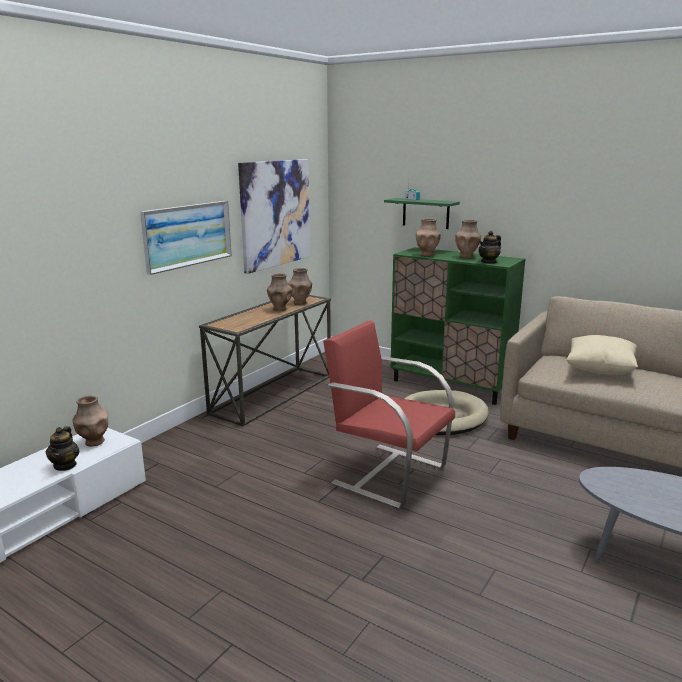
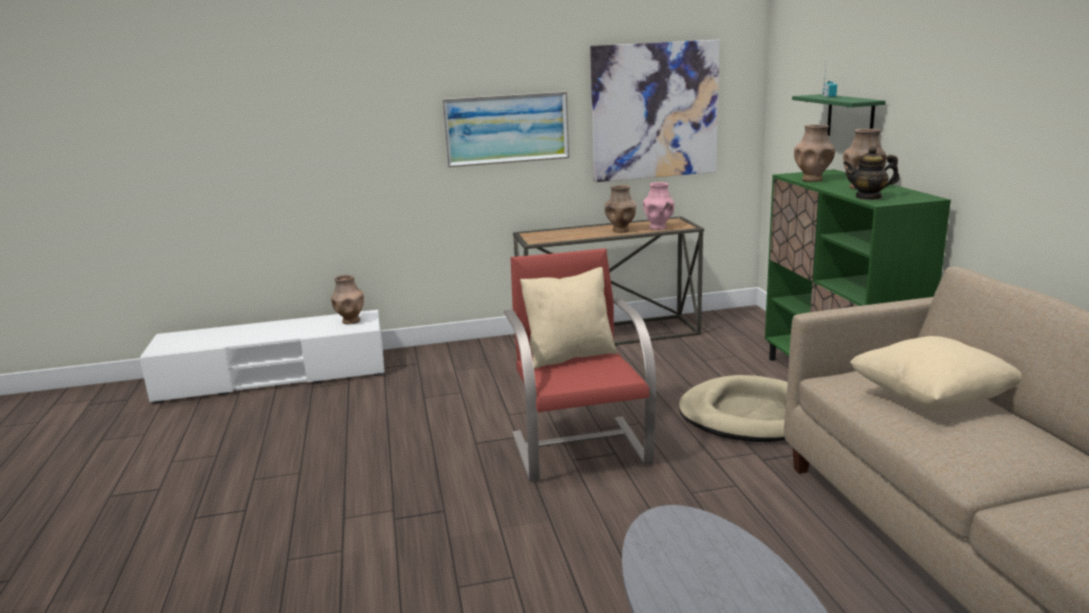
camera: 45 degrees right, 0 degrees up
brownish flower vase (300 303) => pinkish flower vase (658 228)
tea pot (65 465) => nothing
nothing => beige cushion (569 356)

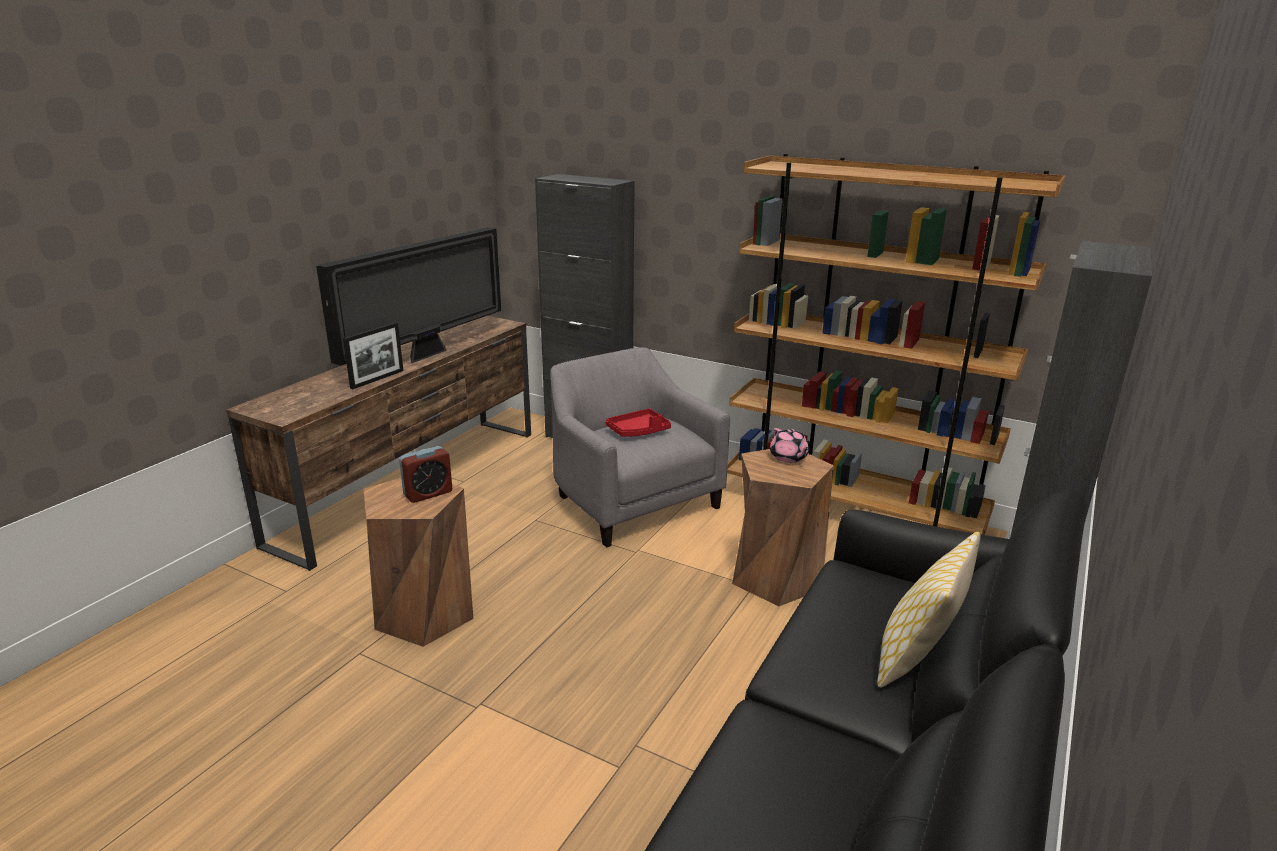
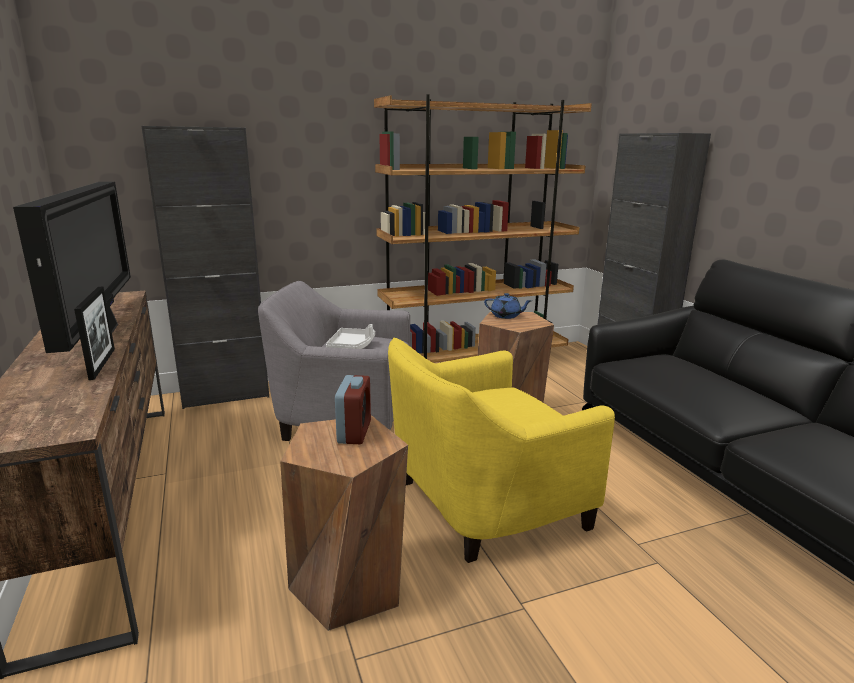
camera: 50 degrees left, 5 degrees down
red tray (638 431) => whitish tray (351 346)
pinkish tea pot (788 457) => bluish tea pot (506 316)
cushion (917 658) => nothing
nothing => yellowish easy chair (483 502)

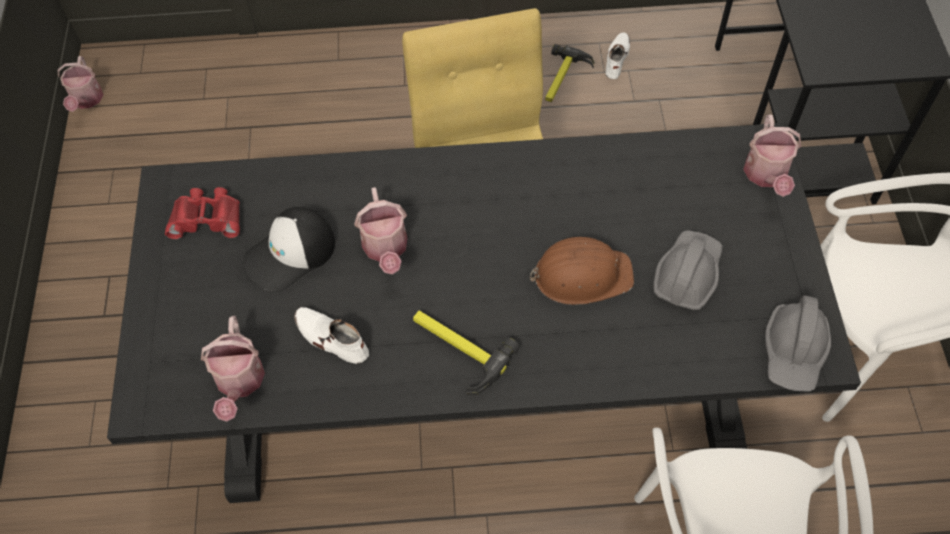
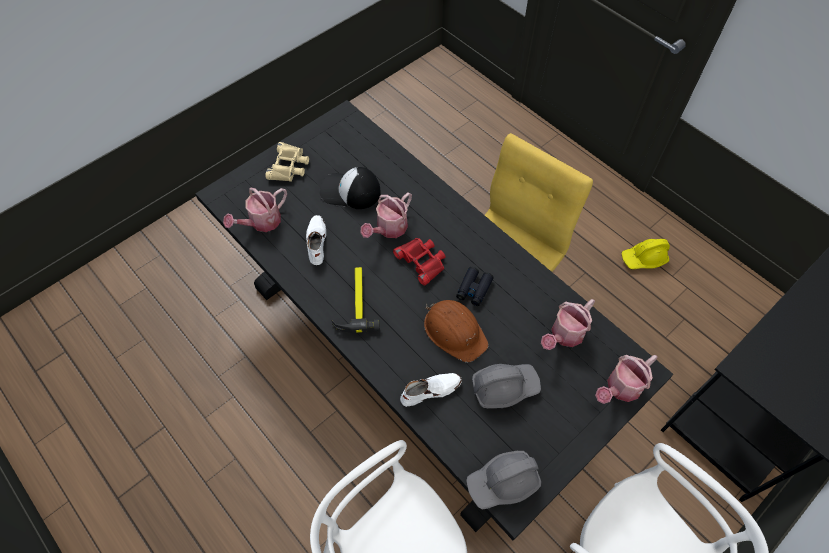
camera: 50 degrees right, 0 degrees up
whitish low shoe (616 58) => whitish low shoe (430 390), move
hand hammer (563 79) => yellowish work helmet (644 258)
watering pot (86 100) => watering pot (564 335), move
red field glasses (207 217) => red field glasses (422 261), move
nothing => beige field glasses (289 166)
nothing => blackish field glasses (474 289)

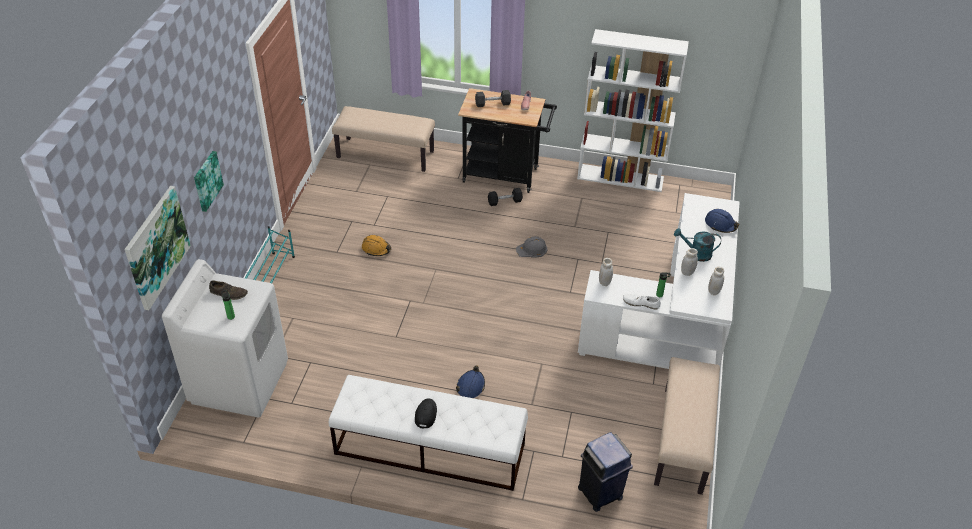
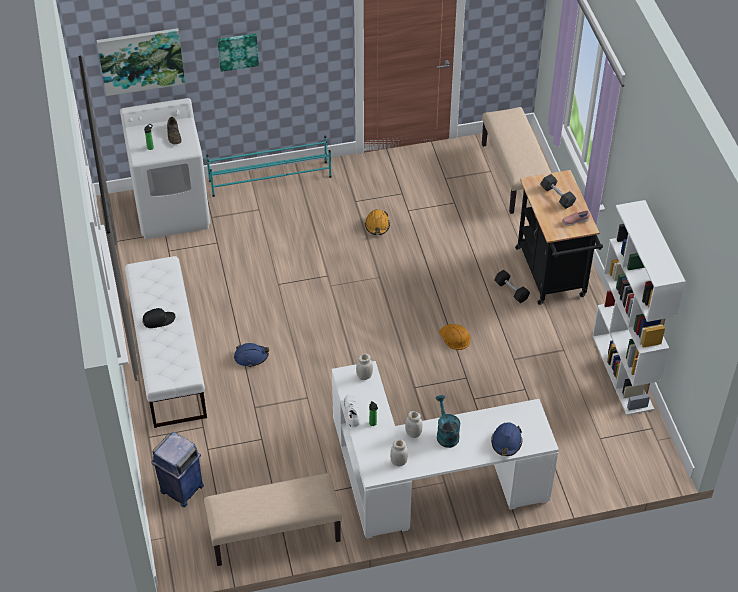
camera: 65 degrees right, 5 degrees up
grey work helmet (532 249) => orange-coloured work helmet (455 337)

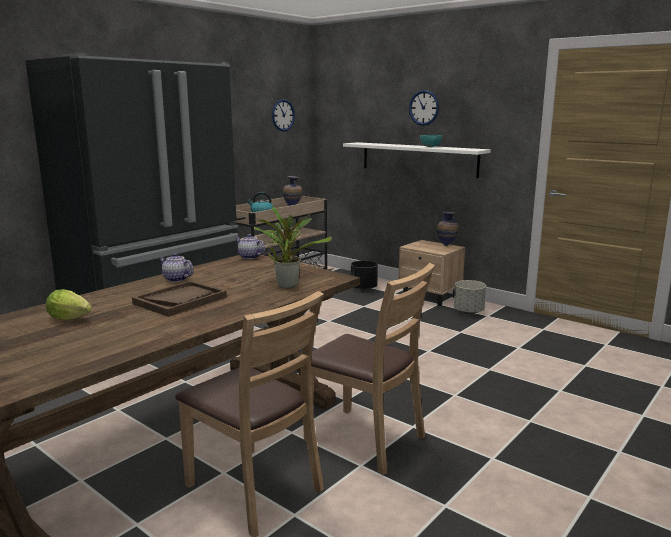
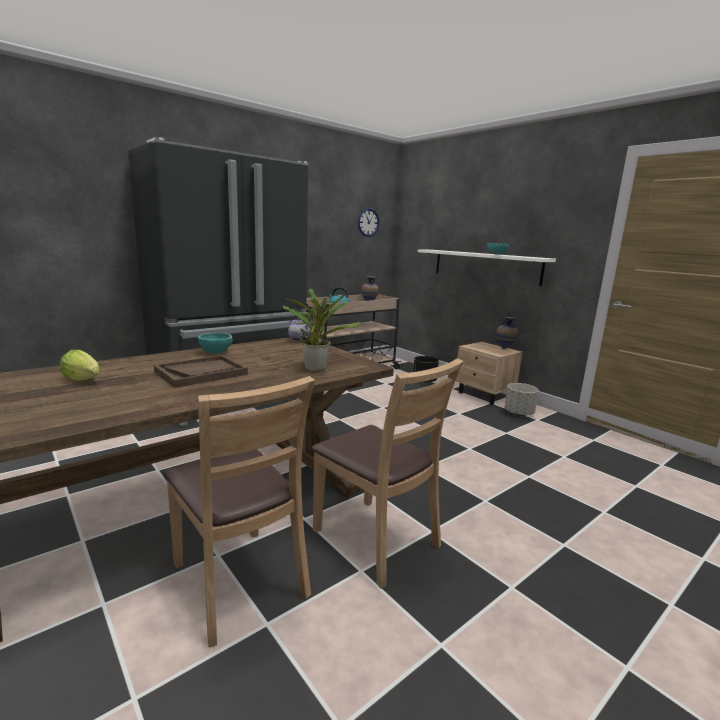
camera: 10 degrees right, 0 degrees up
clock on the wall (424 107) => nothing
tea pot (176 279) => blue-green deep dish (215 353)

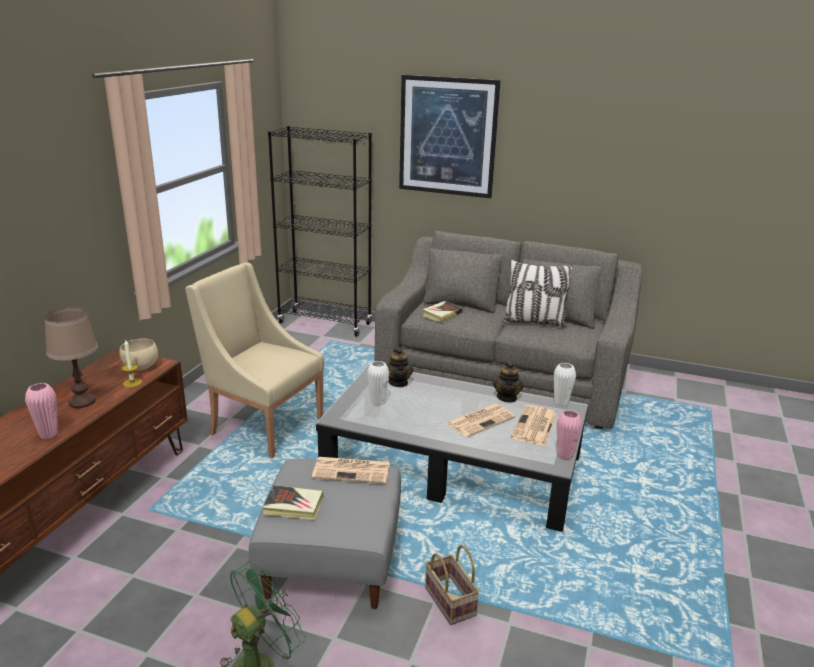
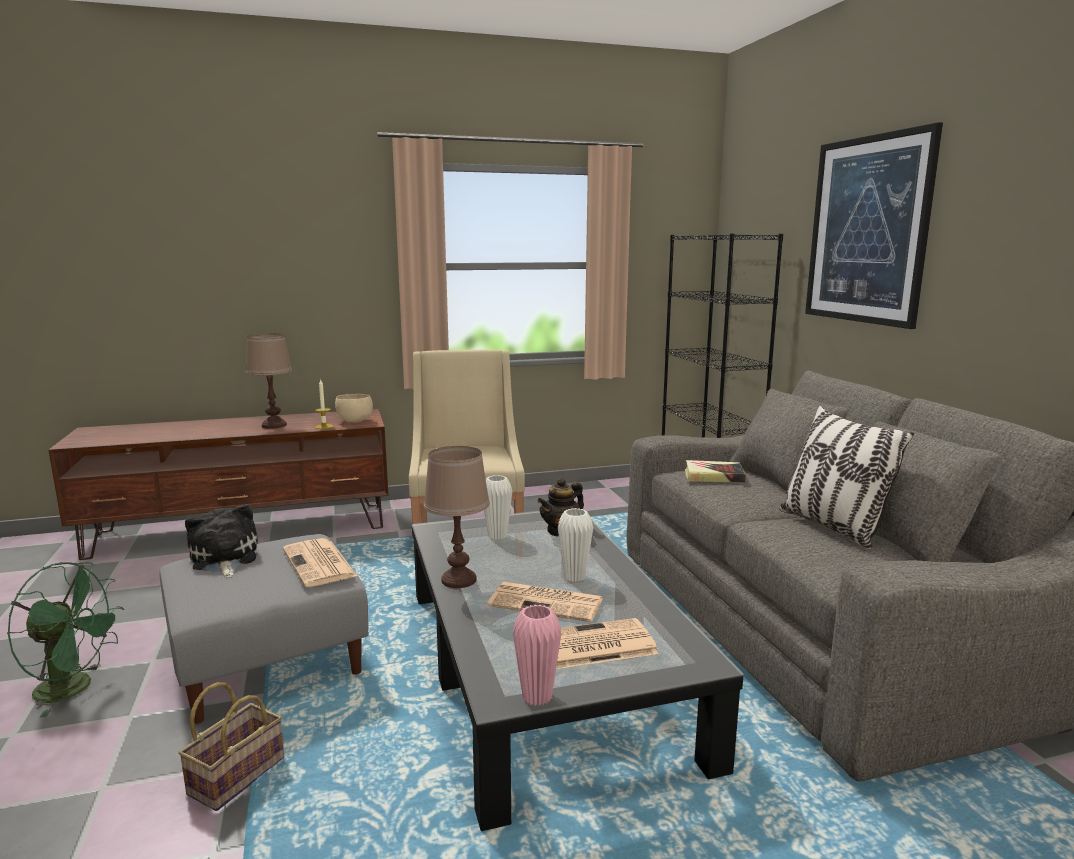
camera: 55 degrees right, 10 degrees down
tea pot (507 397) => nothing
whitish flower vase (560 404) => whitish flower vase (574 577), move
pinkish flower vase (48 434) => nothing
bound book (293 506) => plush toy (224 559)
nothing => brownish table lamp (459 580)

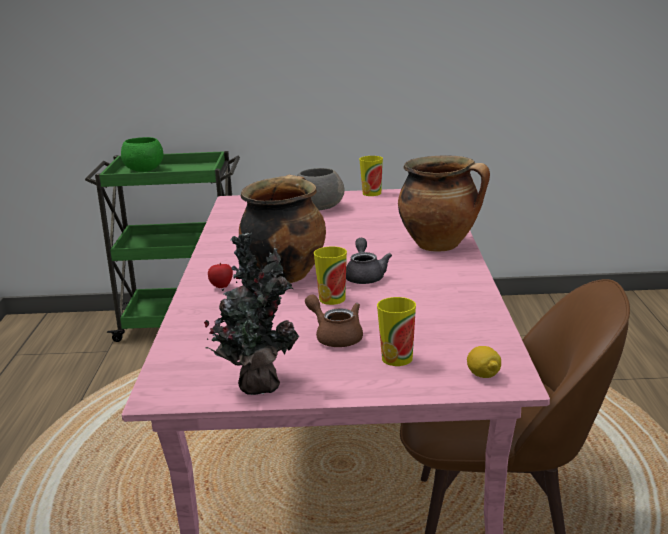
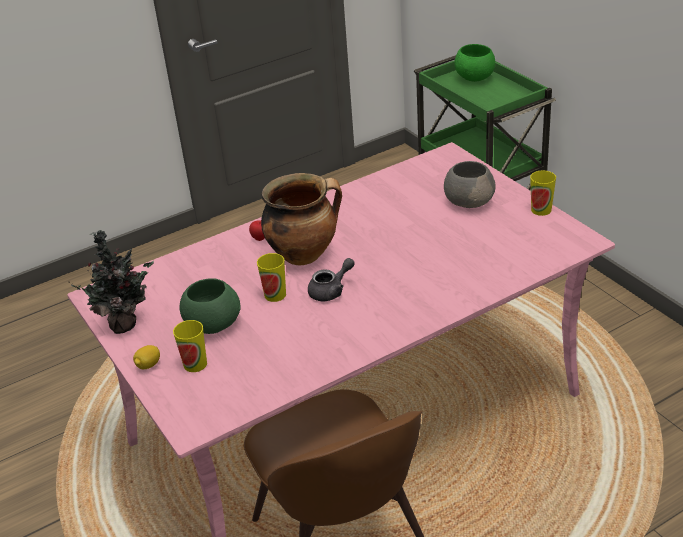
camera: 60 degrees right, 15 degrees up
saucepot (441 245) => nothing
brownish tea pot (335 337) => greenish deep dish (212 324)
citrus fruit (483 375) => citrus fruit (148 365), move

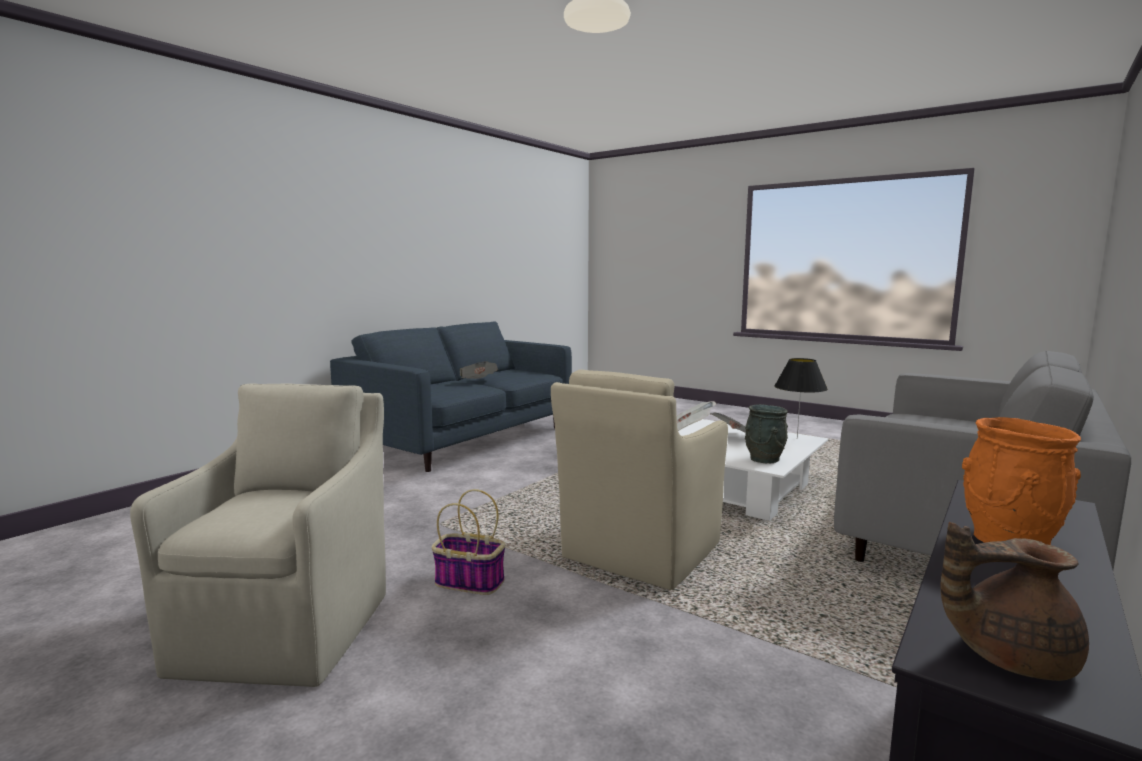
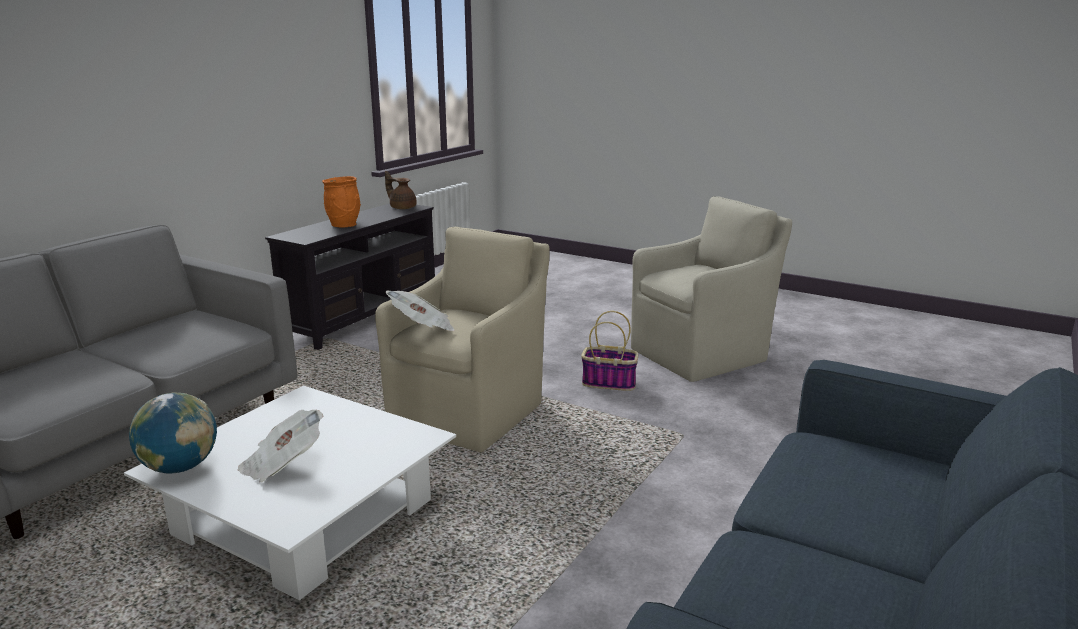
camera: 175 degrees right, 10 degrees up
blackish table lamp (796 438) => globe (180 468)
printed paper (478 381) => nothing
beige easy chair (289 628) => beige easy chair (702 354), 120 degrees counterclockwise
grey flower vase (764 459) => nothing
brownish tea pot (1008 656) => brownish tea pot (402 207), 150 degrees counterclockwise

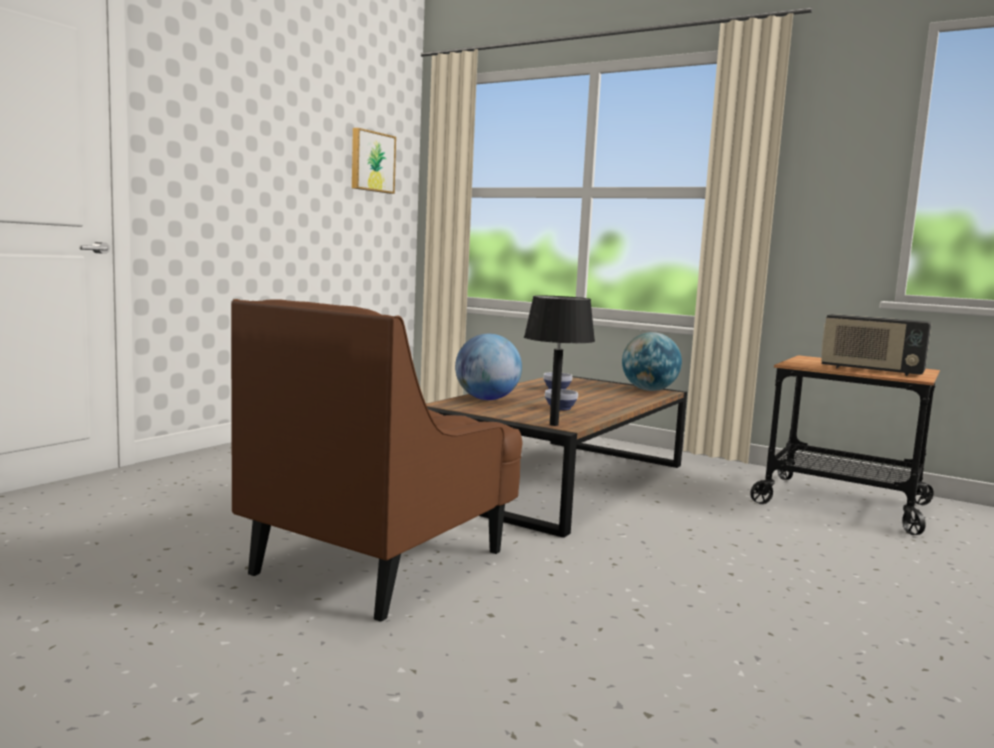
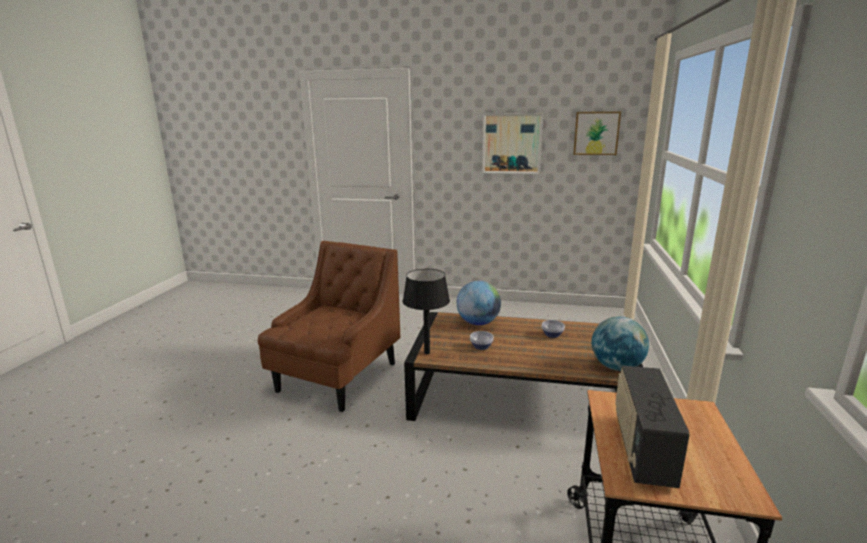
camera: 70 degrees right, 10 degrees up
brownish easy chair (382 561) => brownish easy chair (337 378), 105 degrees clockwise
nothing => picture (512 143)

